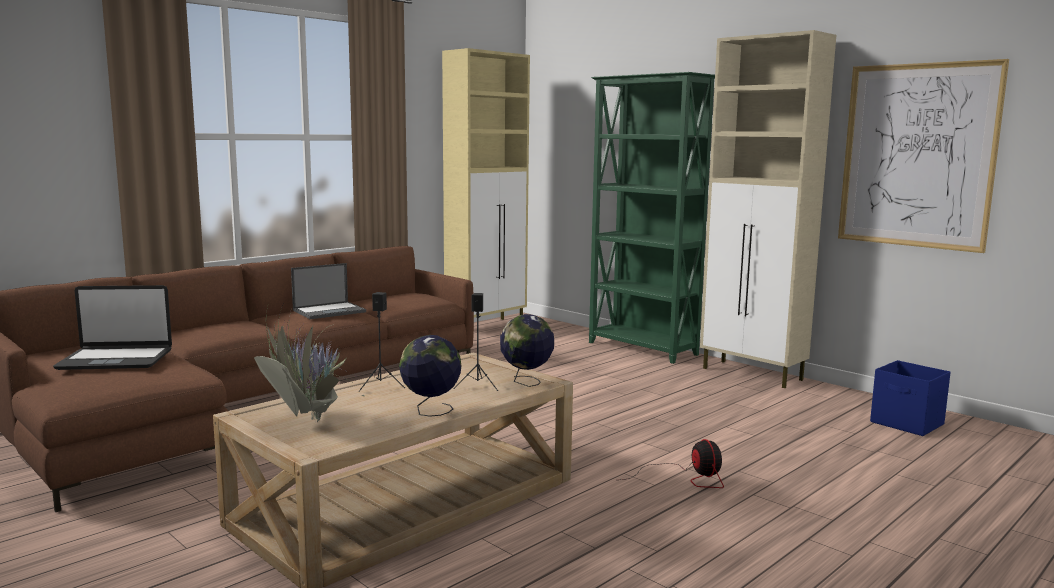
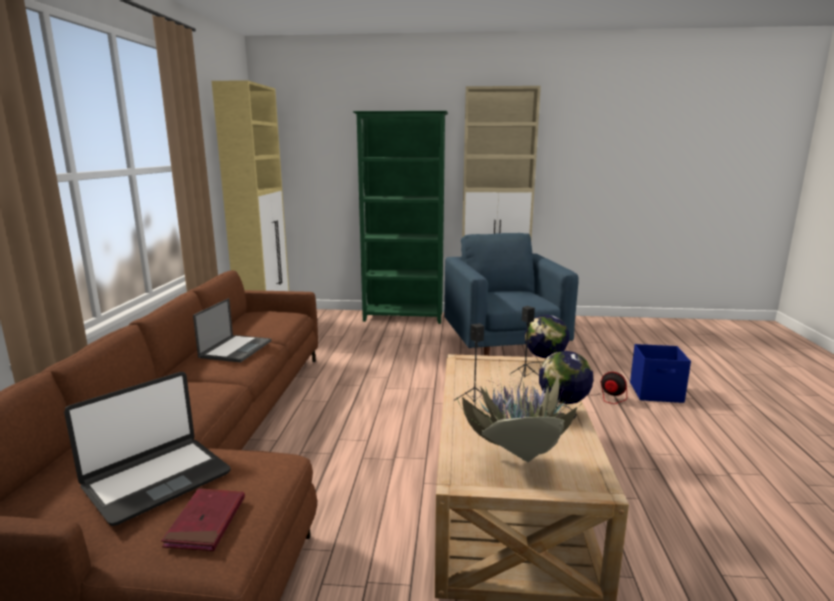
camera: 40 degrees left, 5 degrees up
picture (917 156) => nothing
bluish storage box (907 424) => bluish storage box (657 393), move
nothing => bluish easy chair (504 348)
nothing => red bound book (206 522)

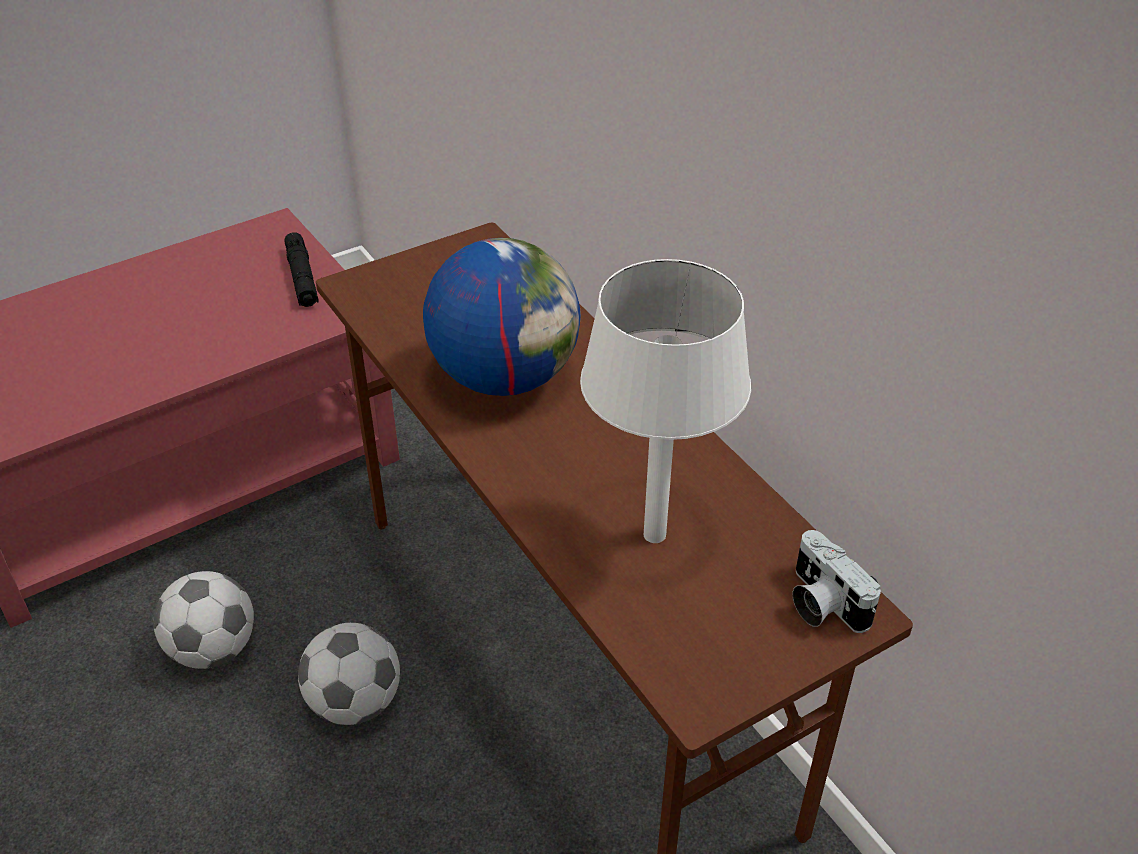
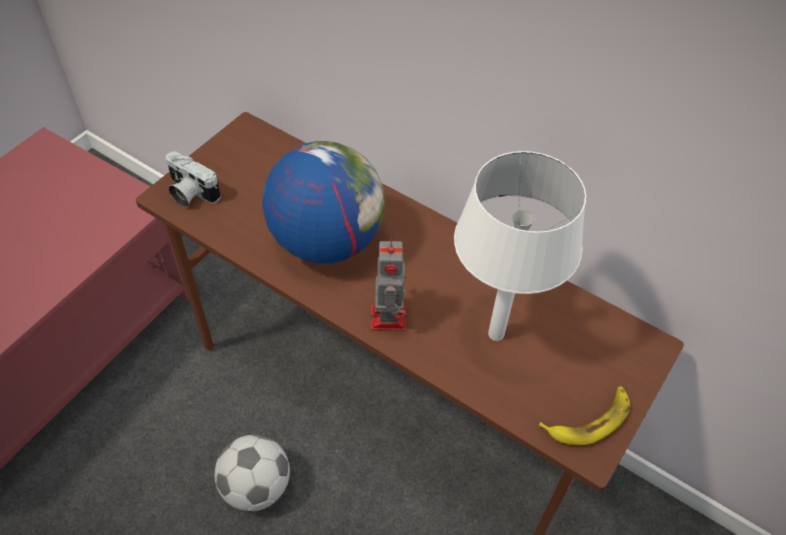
camera: 25 degrees left, 10 degrees up
blackish flashlight (302 278) => nothing
still camera (821 603) => still camera (190 193), move
football (213 649) => nothing
nothing => robot figure (388 316)
nothing => whole banana (589 419)

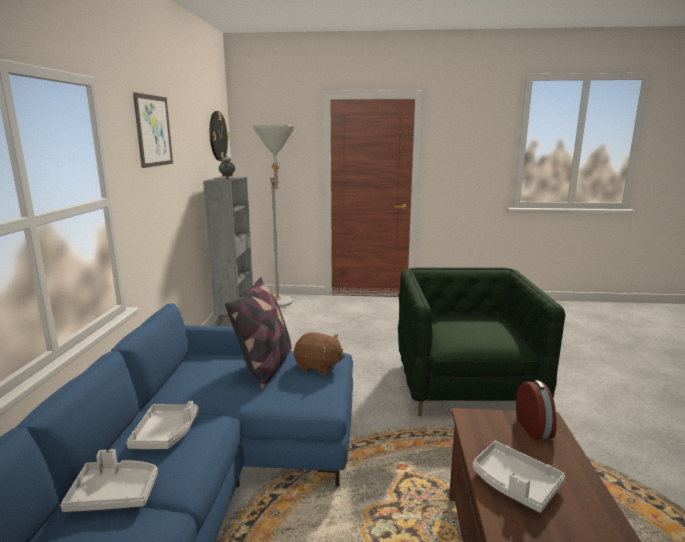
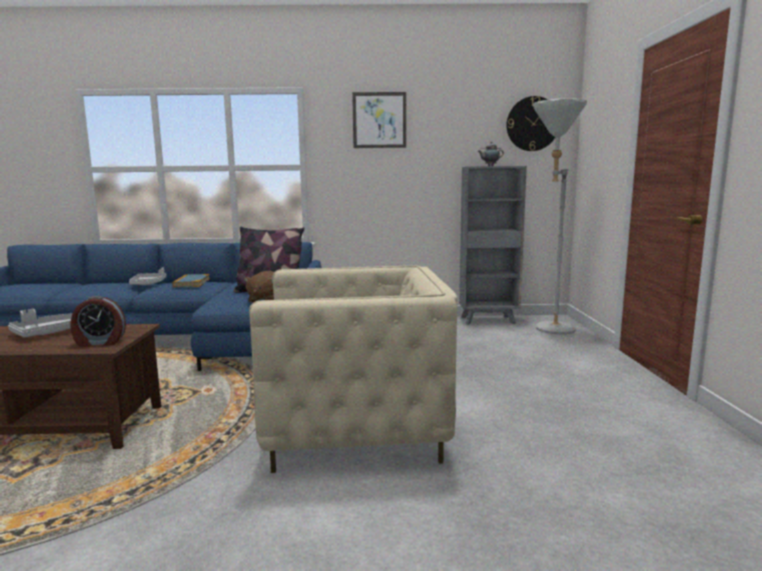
camera: 85 degrees right, 5 degrees down
greenish easy chair (465 386) => beige easy chair (355 426)
grey tray (166 434) => bound book (191 283)

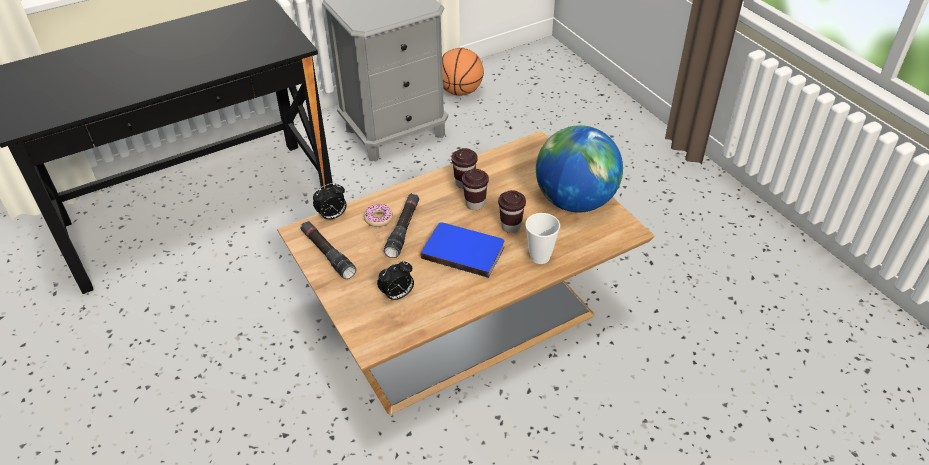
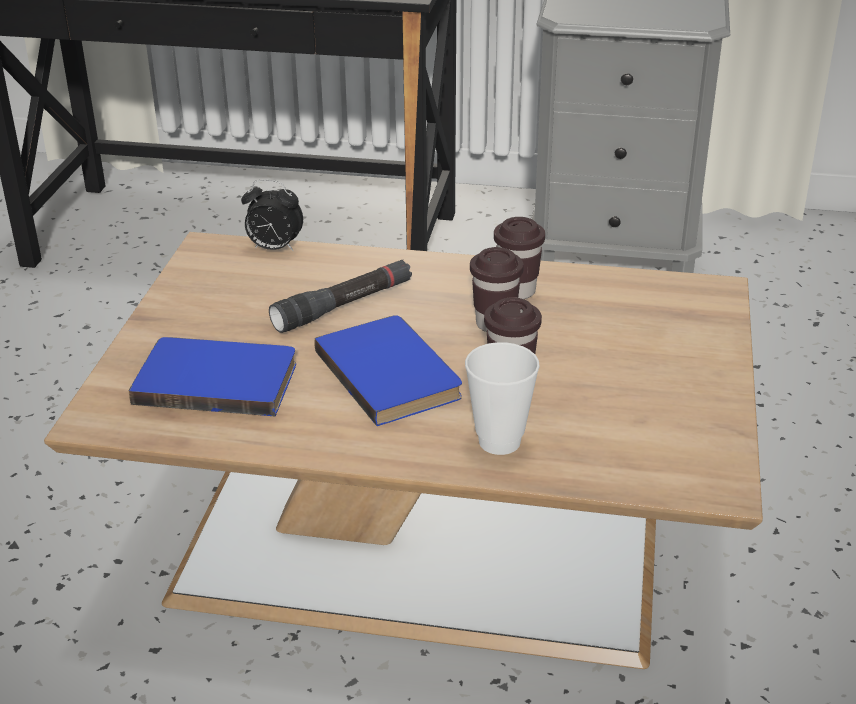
camera: 40 degrees right, 10 degrees down
ball for basketball (460 91) => nothing
globe (575 201) => nothing
ring doughnut (378 218) => nothing
blackish flashlight (327 254) => nothing
table clock (397 295) => bluish bound book (217 379)

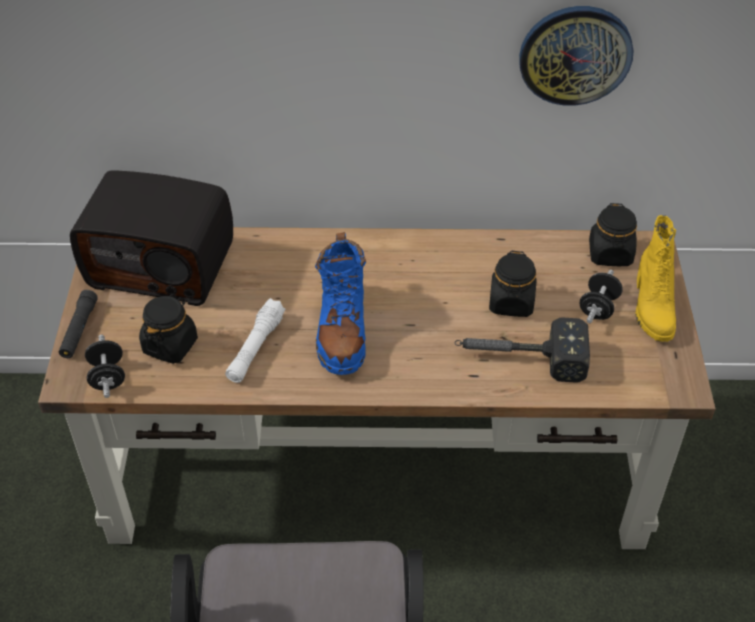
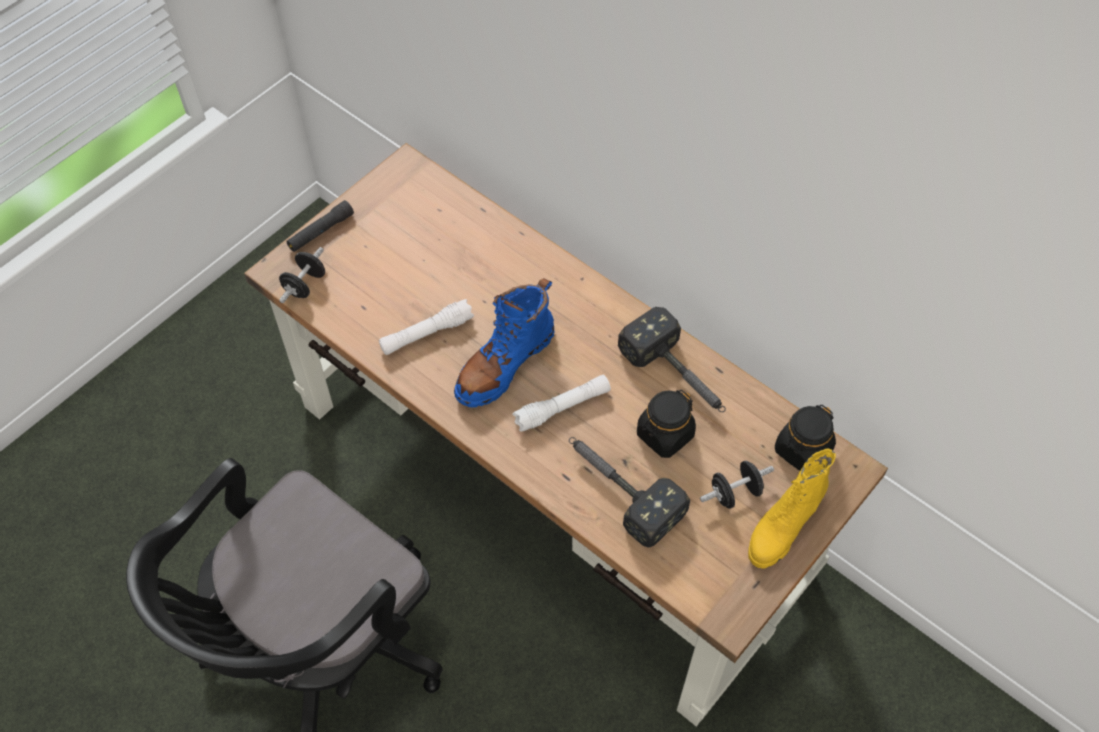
camera: 40 degrees right, 10 degrees up
clock on the wall (575 54) => nothing
radio receiver (162 264) => nothing
blackish jar (170 345) => nothing
nothing => hand hammer (678 377)
nothing => whitish flashlight (562 407)

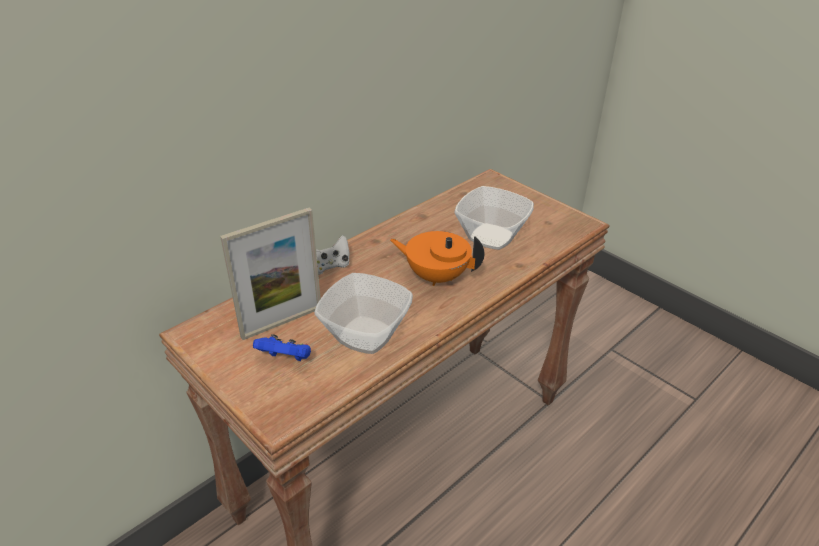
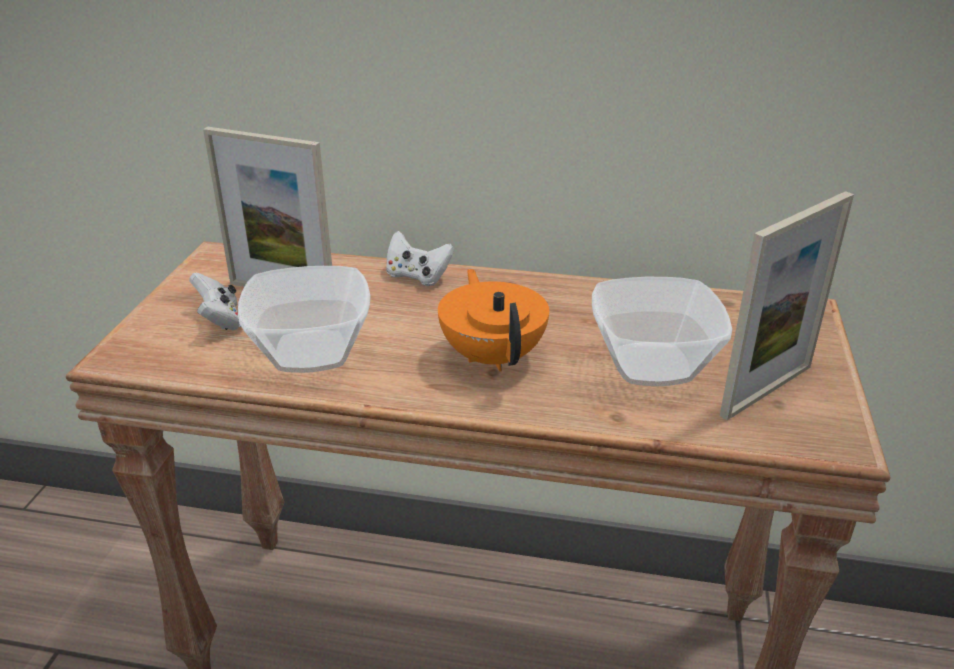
camera: 55 degrees right, 5 degrees down
bluish joypad (286 359) => whitish joypad (220 321)
nothing => photo frame (766 390)

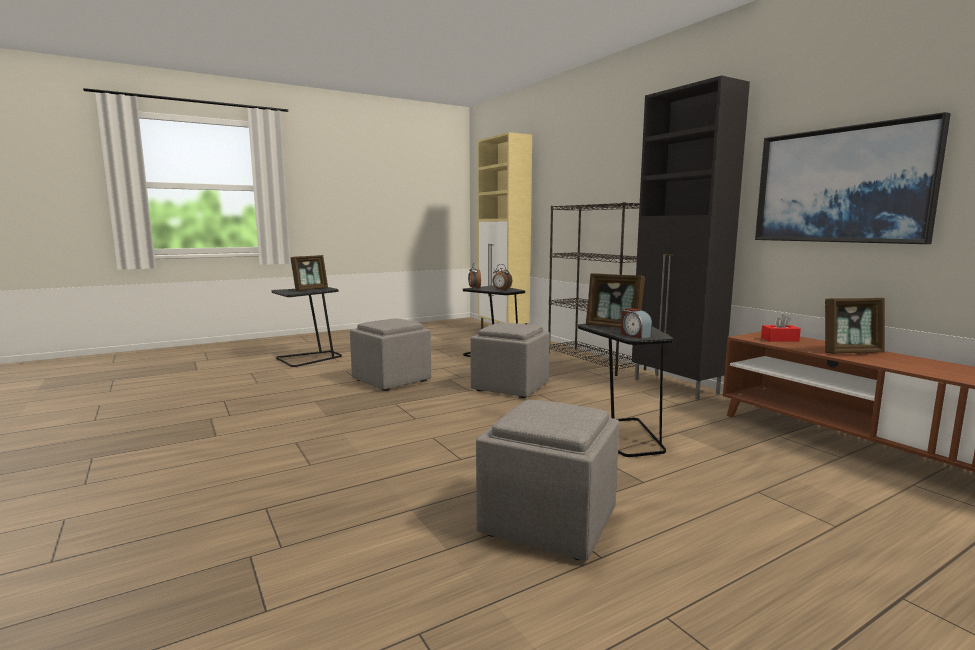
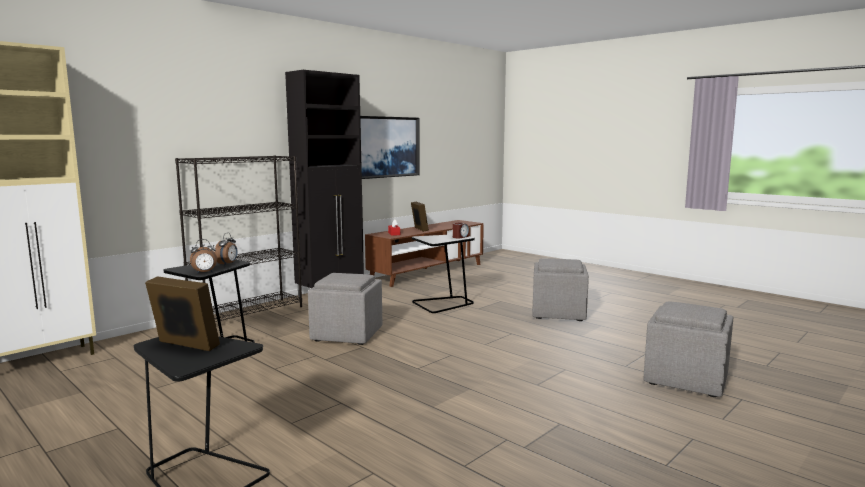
camera: 105 degrees left, 0 degrees up
photo frame (613 327) => nothing
grey pouffe (391 380) => grey pouffe (687 379), move

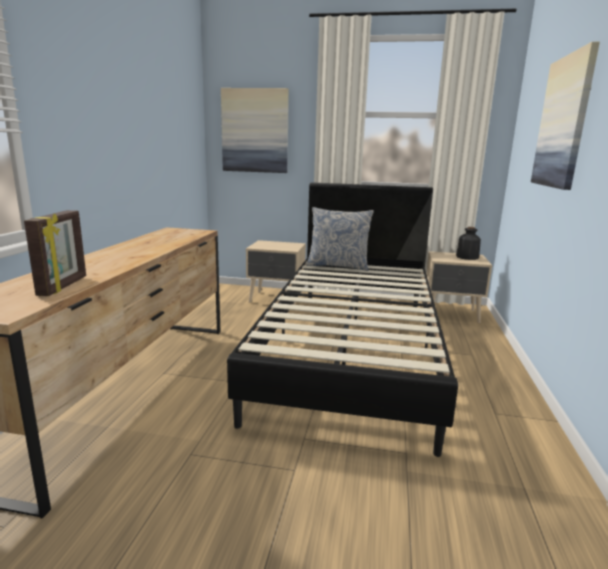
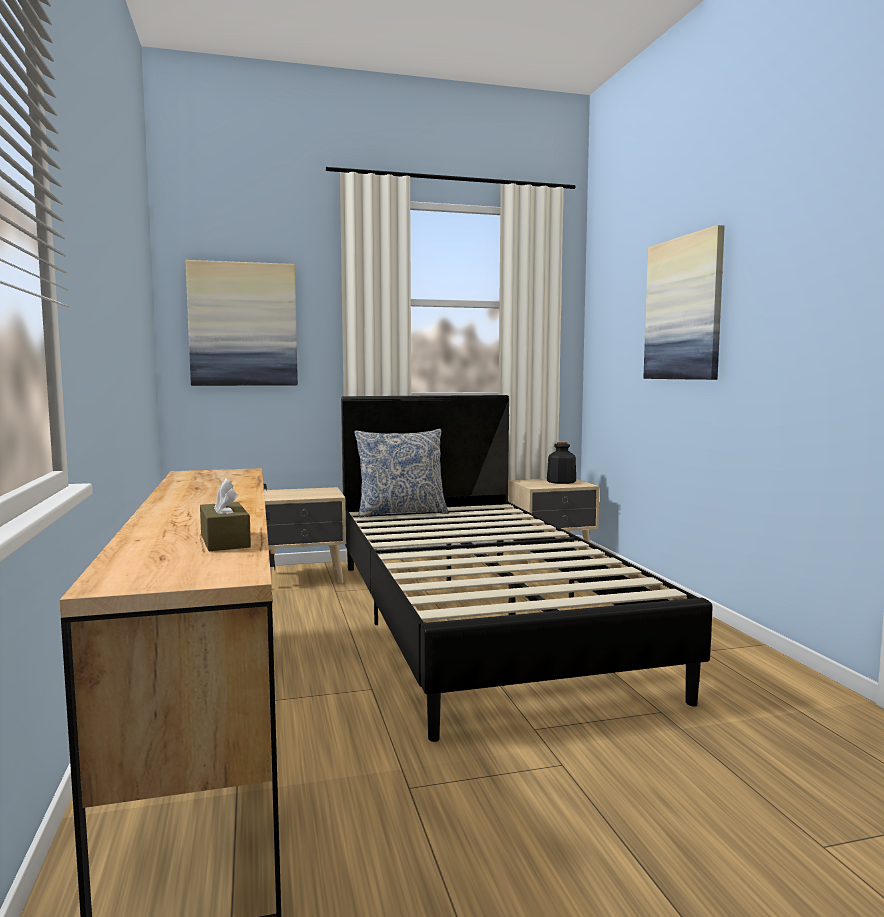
camera: 25 degrees left, 10 degrees down
photo frame (64 286) => brownish tissue box (225 541)

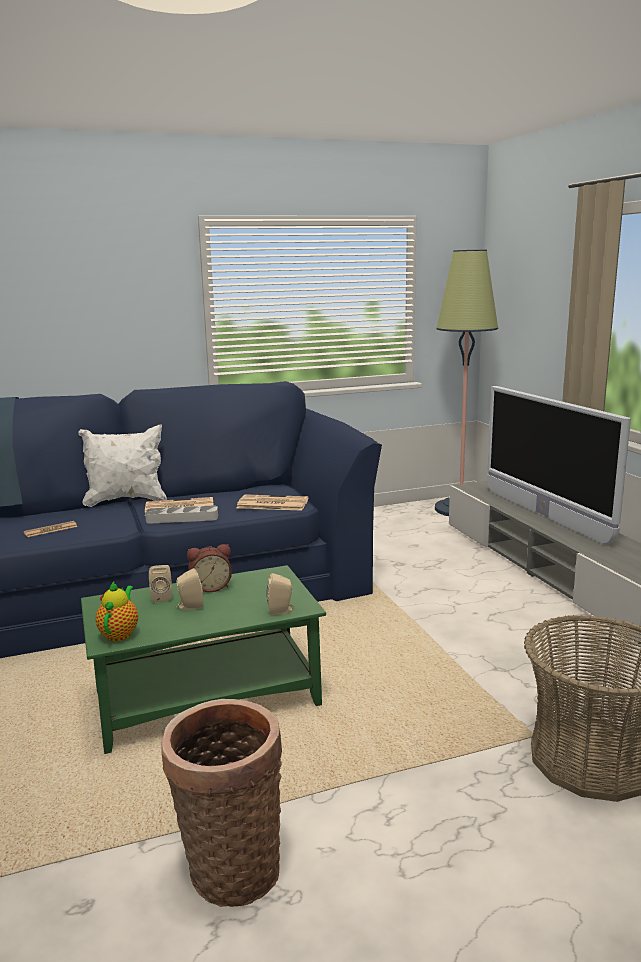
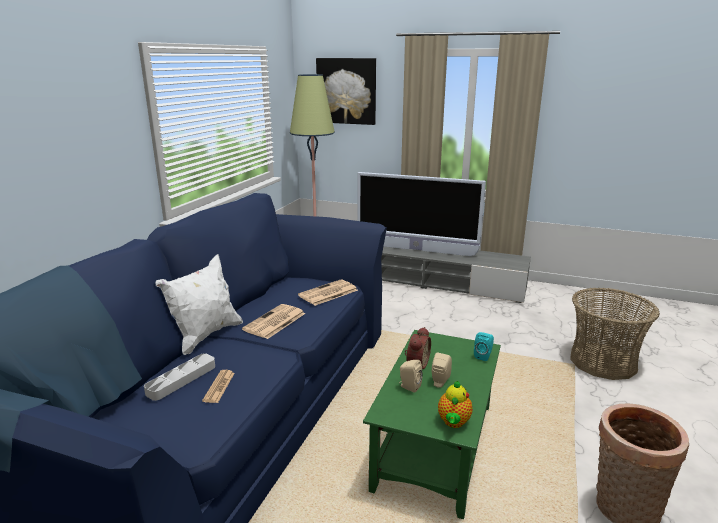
camera: 50 degrees left, 5 degrees up
grey tray (182 518) => grey tray (181 379), move
beige loudspeaker (281 611) => blue-green loudspeaker (483 356)
tea pot (120 633) => tea pot (453 422), 120 degrees counterclockwise
nothing => picture (346 91)

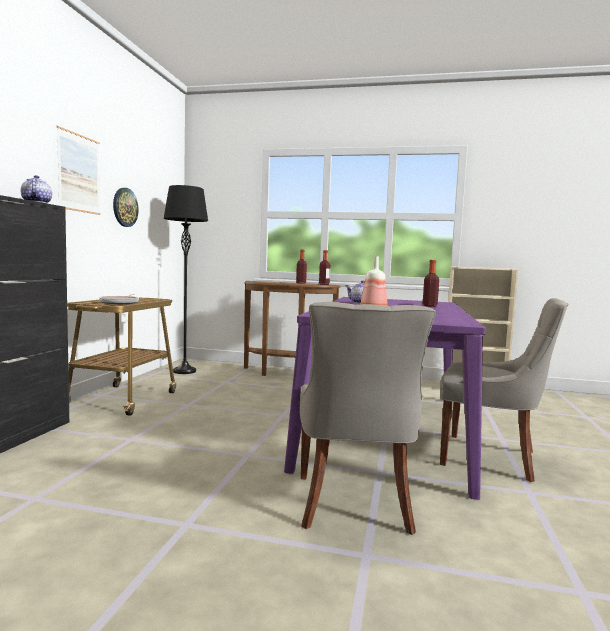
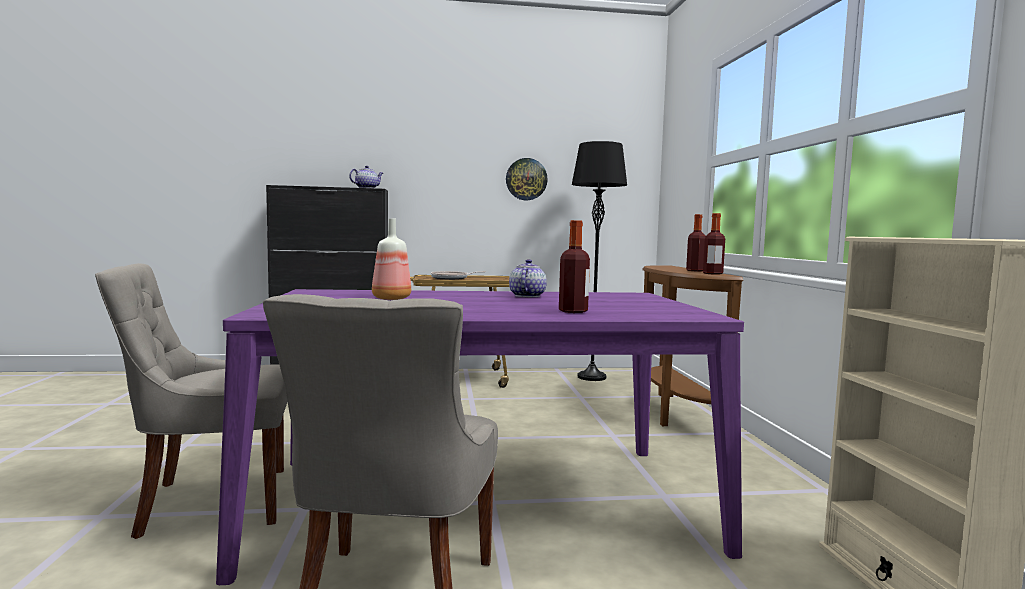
camera: 70 degrees right, 0 degrees up
picture (79 173) => nothing

